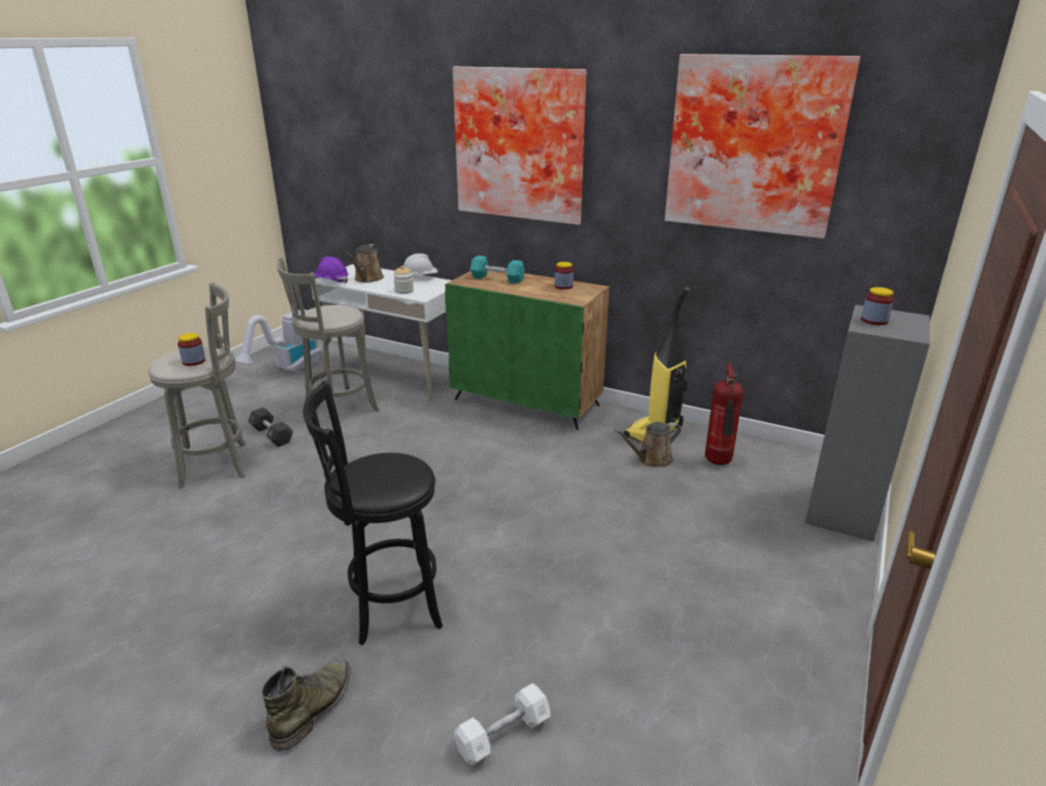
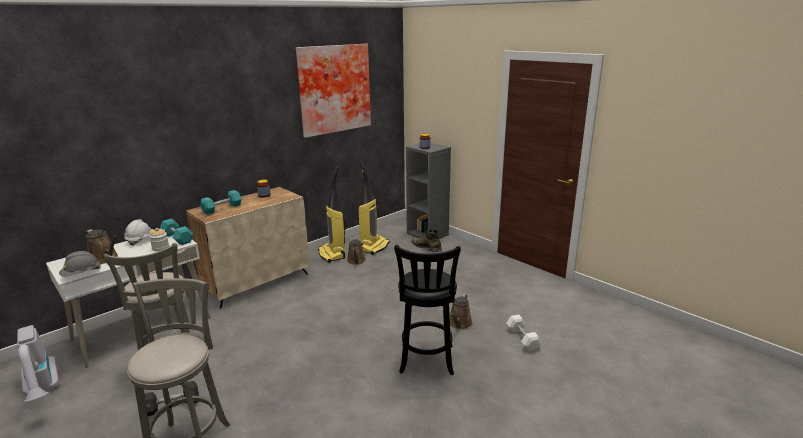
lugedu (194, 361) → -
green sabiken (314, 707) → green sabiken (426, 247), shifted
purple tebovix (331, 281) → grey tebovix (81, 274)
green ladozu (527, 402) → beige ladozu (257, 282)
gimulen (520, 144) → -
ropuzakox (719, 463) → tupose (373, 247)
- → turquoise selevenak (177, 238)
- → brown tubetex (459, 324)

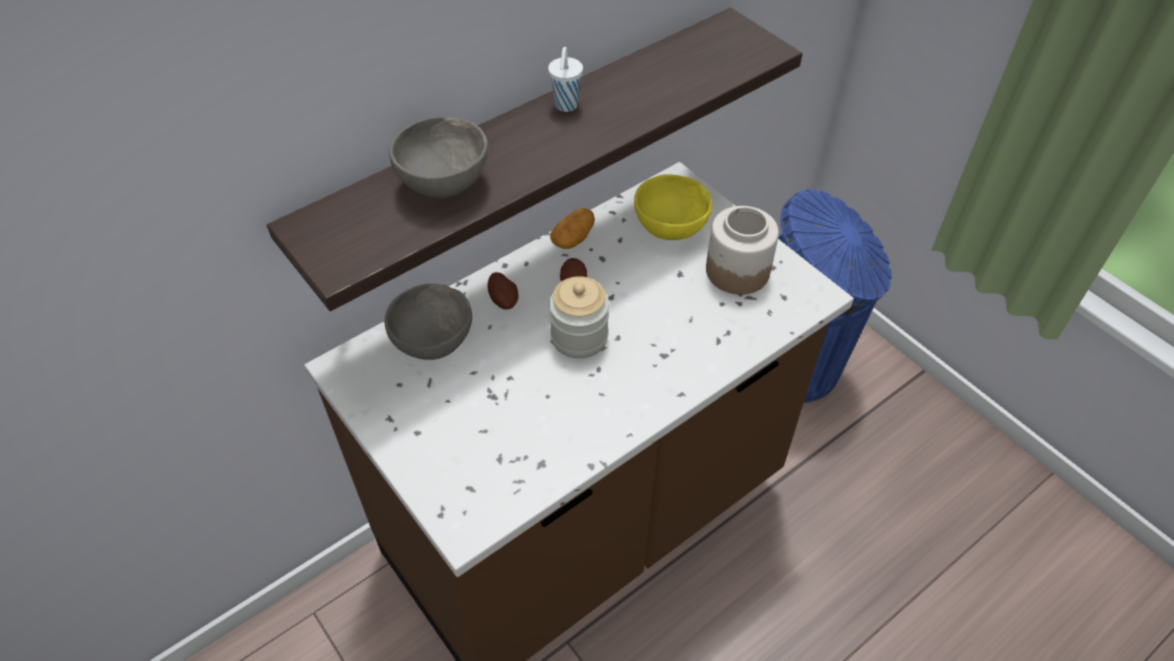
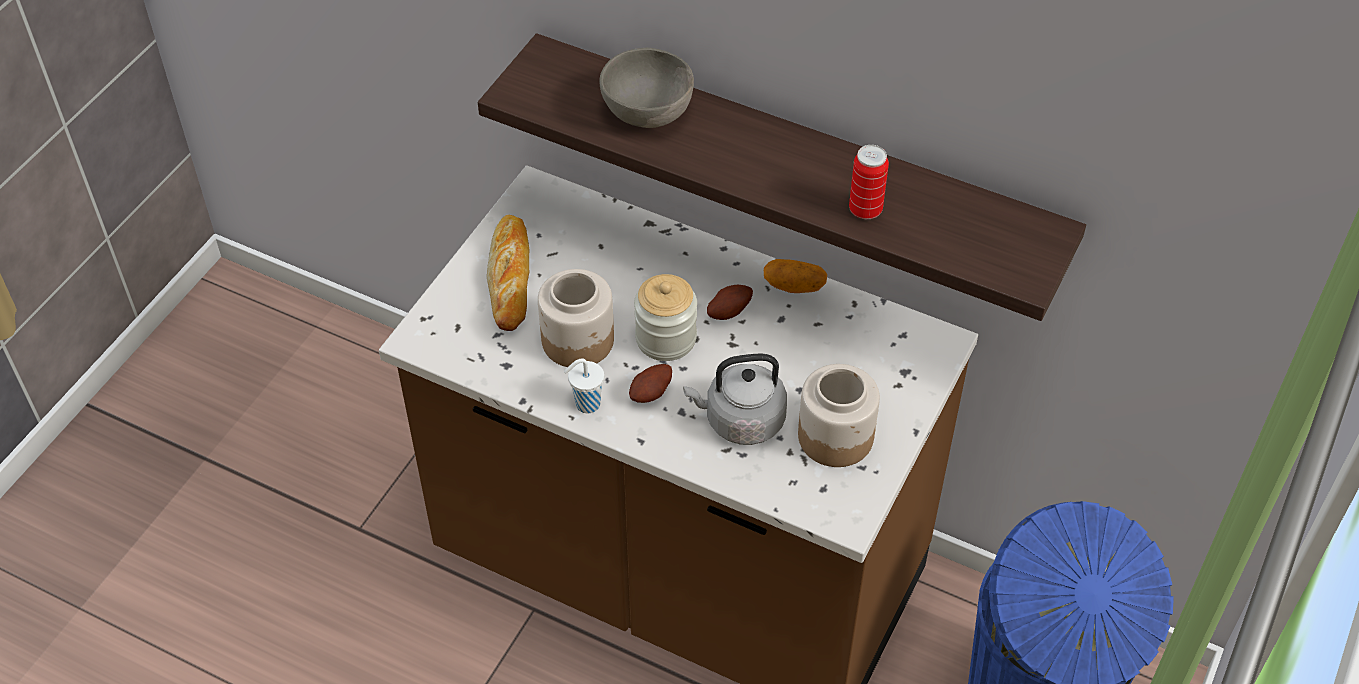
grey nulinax (435, 342) → -
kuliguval (504, 299) → kuliguval (652, 393), shifted
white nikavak (566, 106) → white nikavak (586, 404), shifted
yellow nulinax (671, 229) → -
- → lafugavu (510, 277)
- → lugedu (578, 341)
- → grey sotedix (740, 421)
- → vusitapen (865, 210)

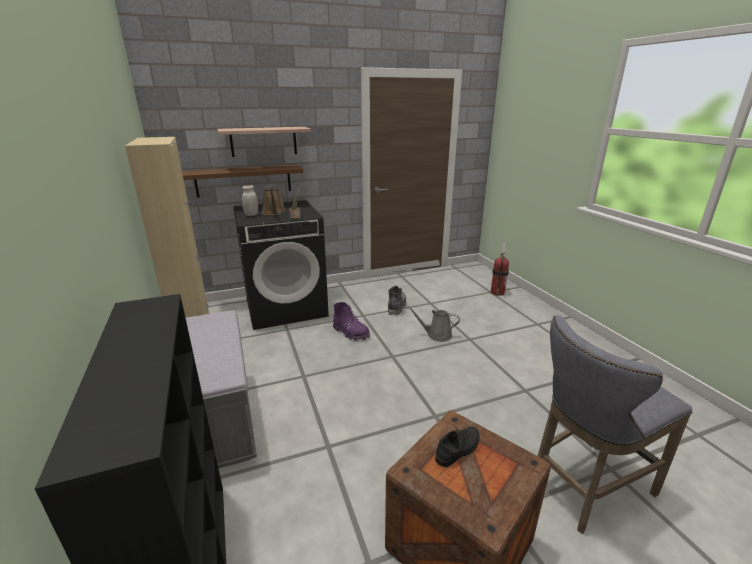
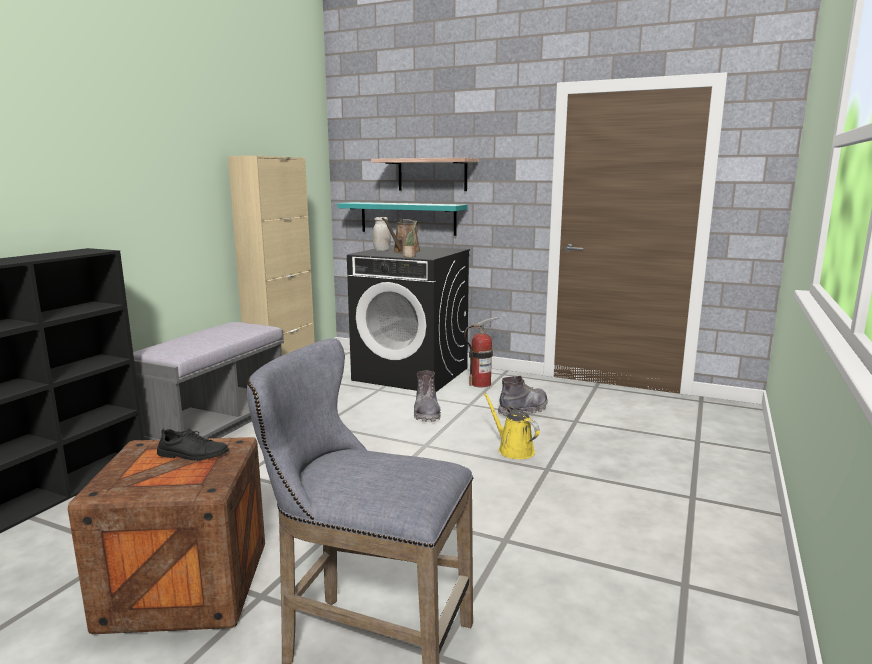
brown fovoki (244, 181) → turquoise fovoki (407, 218)
purple sabiken (351, 333) → grey sabiken (426, 413)
grey tubetex (436, 335) → yellow tubetex (513, 450)
ropuzakox (497, 292) → ropuzakox (481, 384), shifted

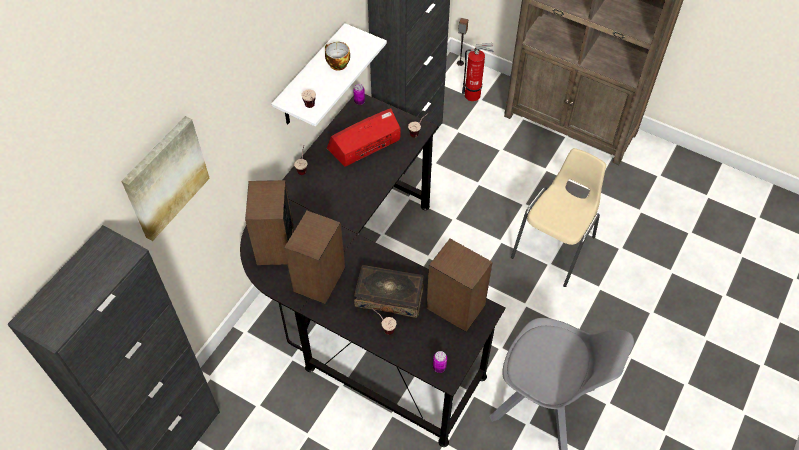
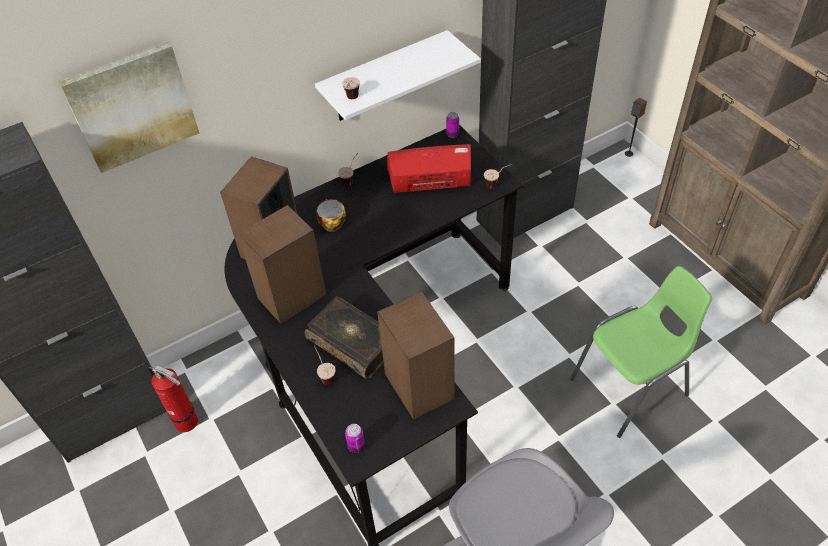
nikavak (336, 64) → nikavak (331, 223), shifted
ropuzakox (474, 95) → ropuzakox (188, 423), shifted
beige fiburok (555, 247) → green fiburok (631, 388)

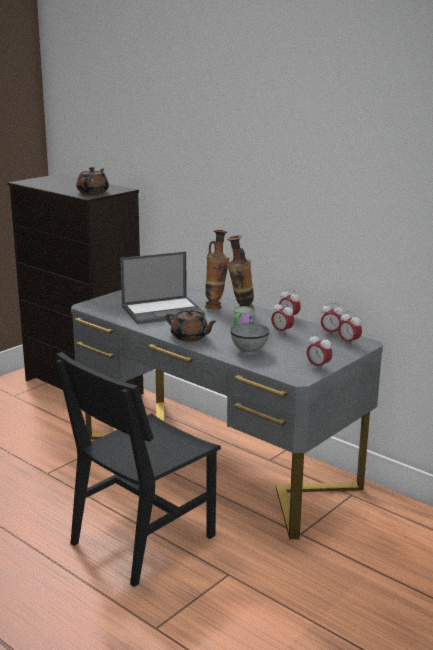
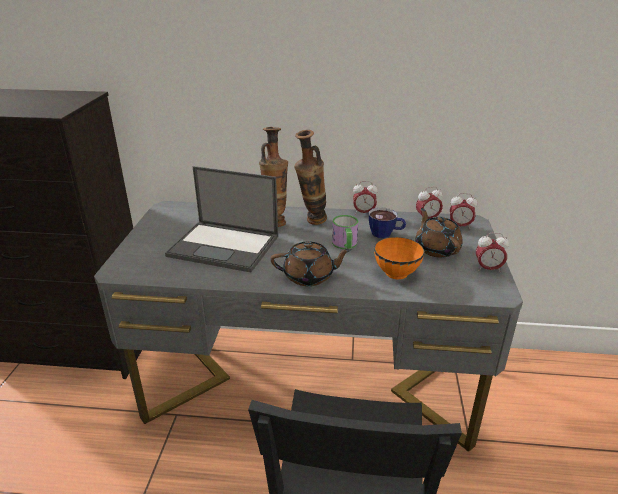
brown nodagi (93, 192) → brown nodagi (436, 248), shifted
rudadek (163, 311) → rudadek (225, 246), 75 degrees clockwise
grey nulinax (249, 350) → orange nulinax (396, 272)
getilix (282, 332) → nikavak (386, 234)

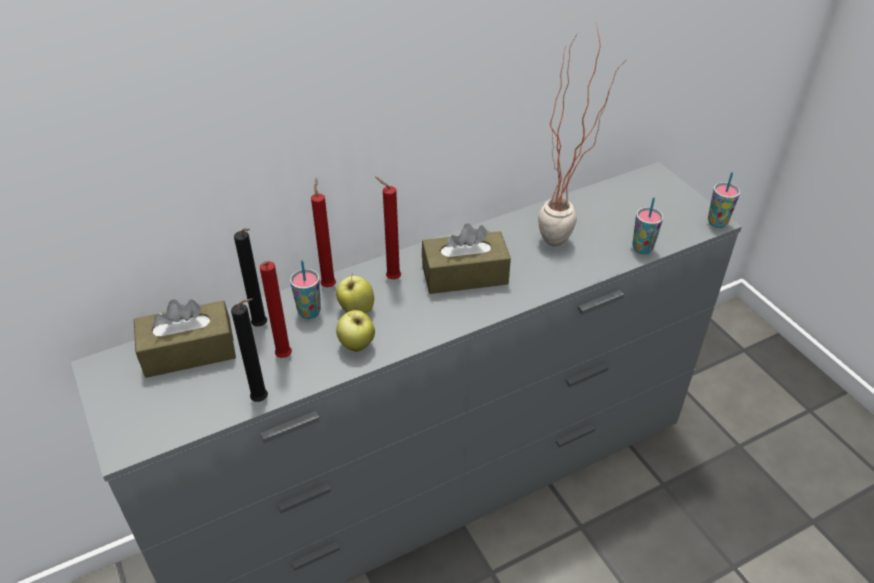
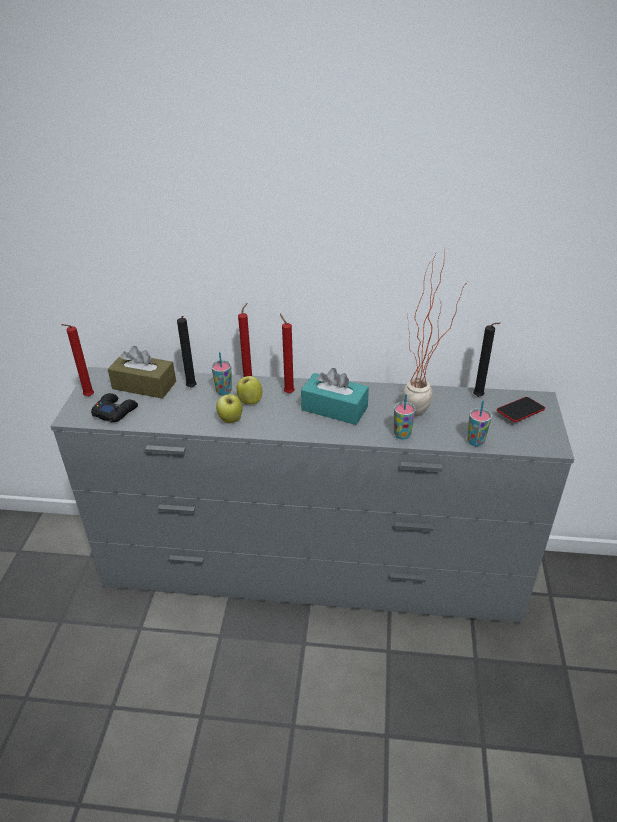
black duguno (262, 400) → black duguno (479, 397), shifted
red duguno (283, 358) → red duguno (87, 397), shifted
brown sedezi (465, 275) → turquoise sedezi (334, 408)
nikavak (717, 222) → nikavak (402, 435), shifted
- → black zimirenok (115, 411)
- → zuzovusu (520, 412)

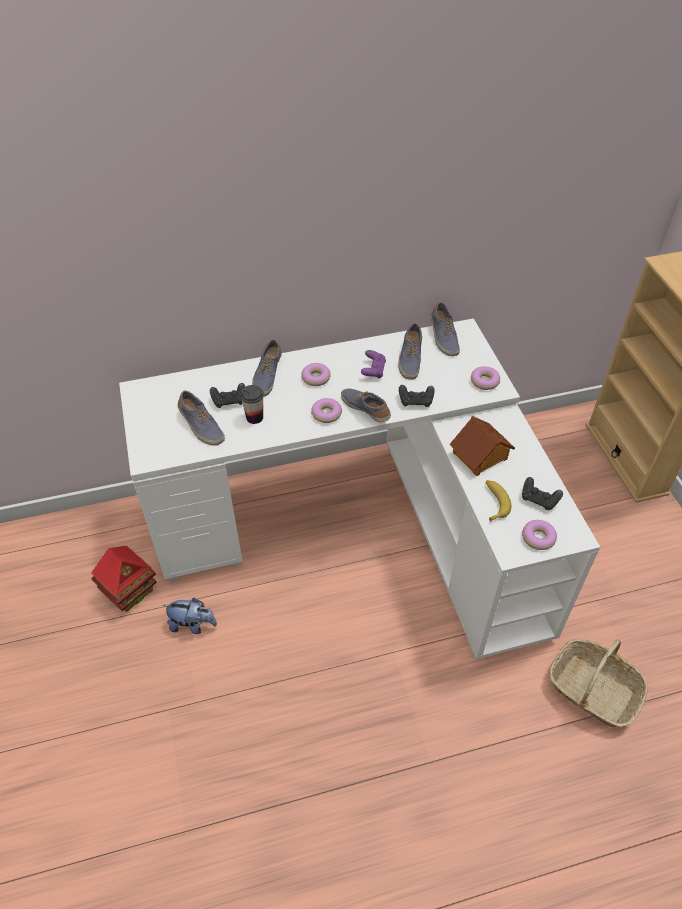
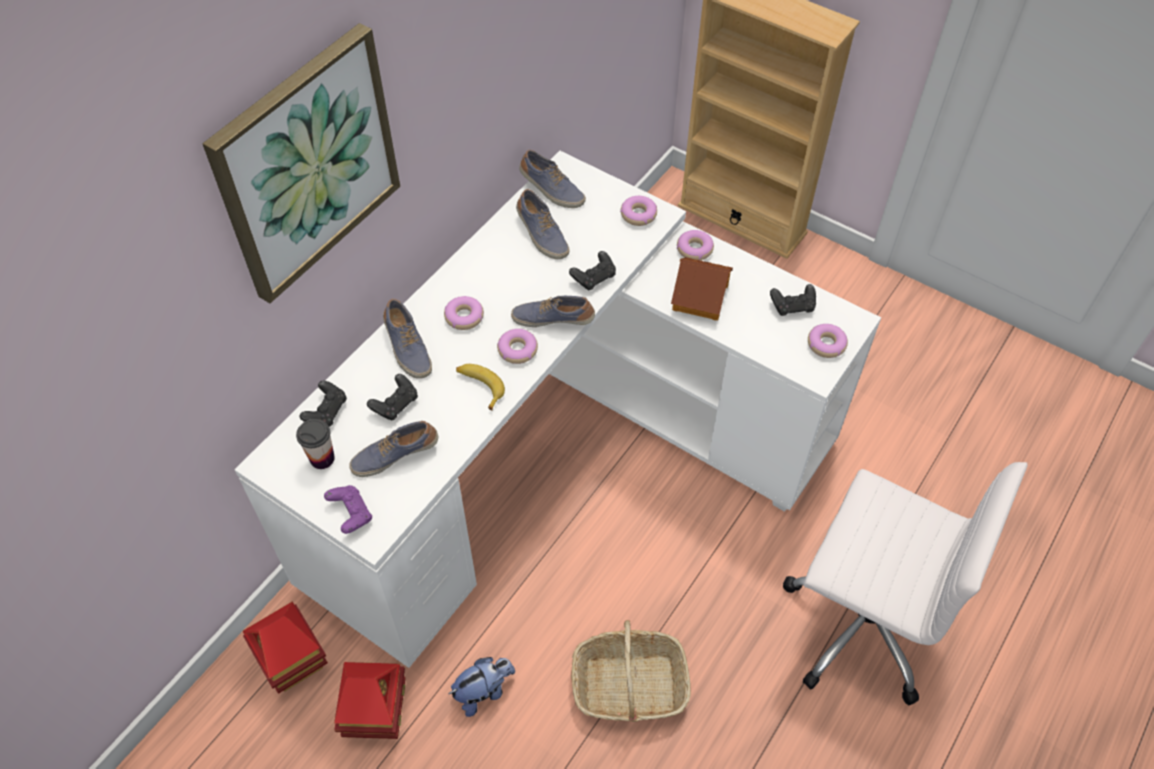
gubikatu (201, 426) → gubikatu (395, 455), 150 degrees clockwise
nikavak (254, 417) → nikavak (322, 458), shifted
purple zimirenok (373, 370) → purple zimirenok (351, 514), shifted
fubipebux (494, 502) → fubipebux (479, 387), shifted
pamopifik (592, 690) → pamopifik (629, 686), shifted
- → gimulen (307, 164)
- → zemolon (293, 661)
- → black zimirenok (326, 411)
- → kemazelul (694, 249)
- → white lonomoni (860, 621)

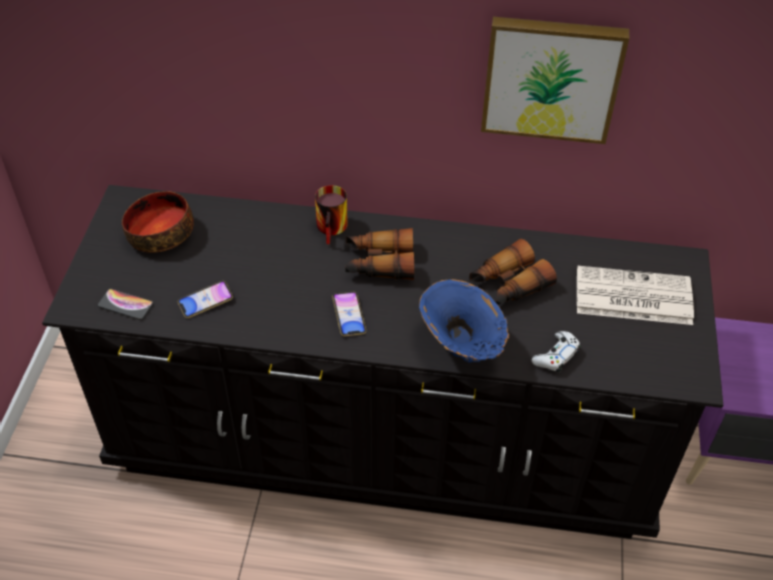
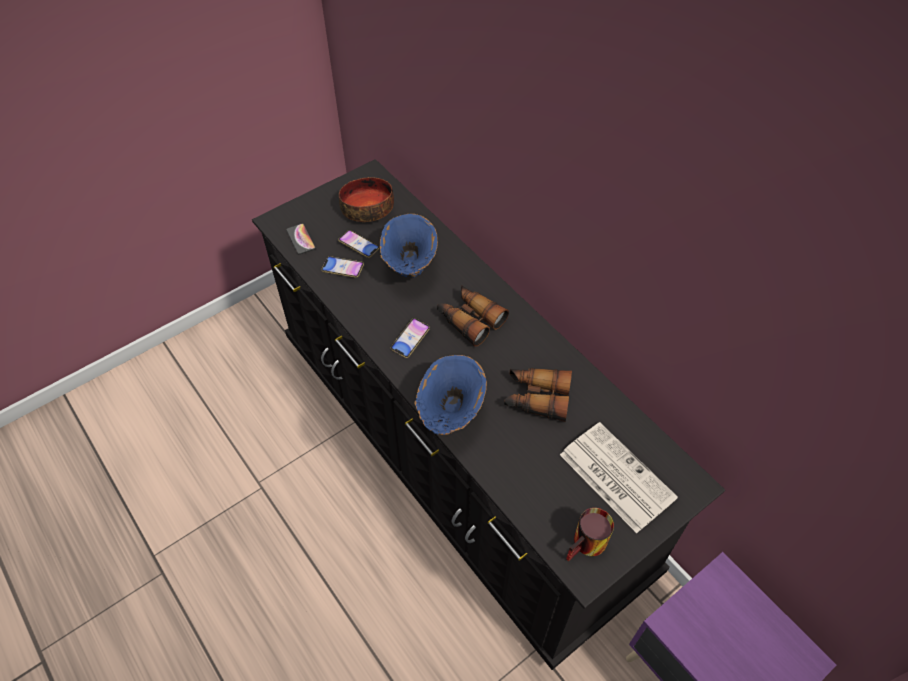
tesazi (334, 228) → tesazi (588, 546), shifted
gimulen (551, 77) → -
white zimirenok (556, 356) → -
- → zuzovusu (359, 246)
- → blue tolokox (409, 269)

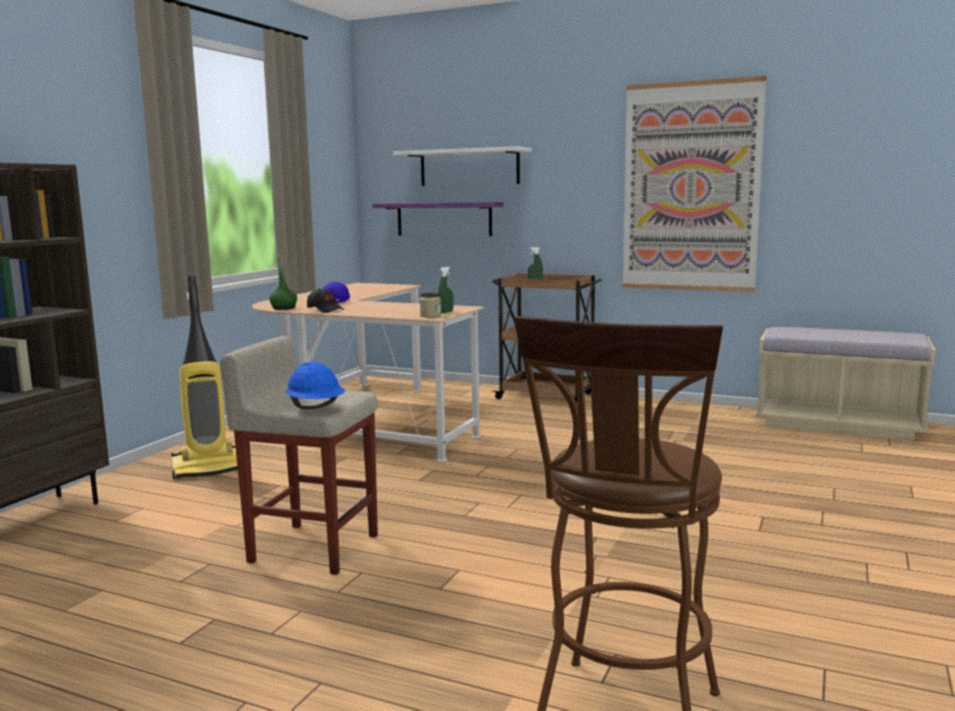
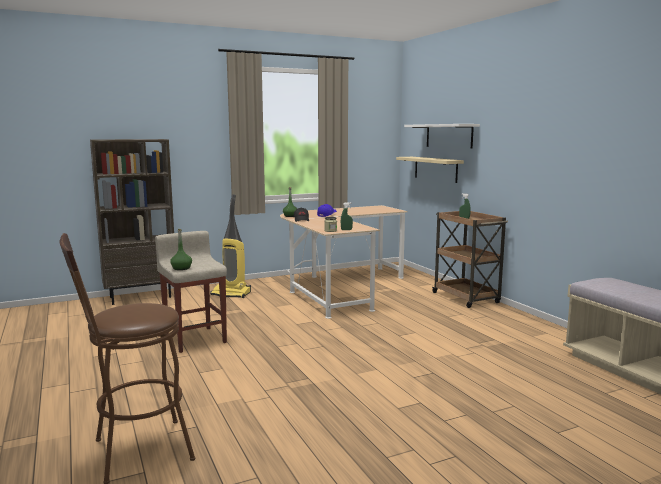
blue tebovix (316, 408) → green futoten (181, 268)
purple fovoki (444, 219) → beige fovoki (435, 169)
gimulen (690, 187) → -

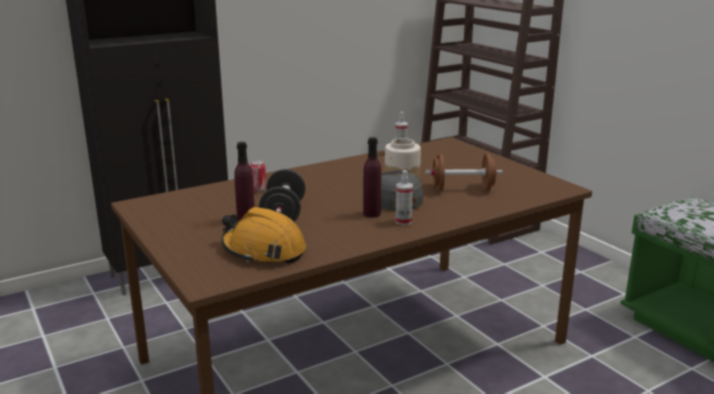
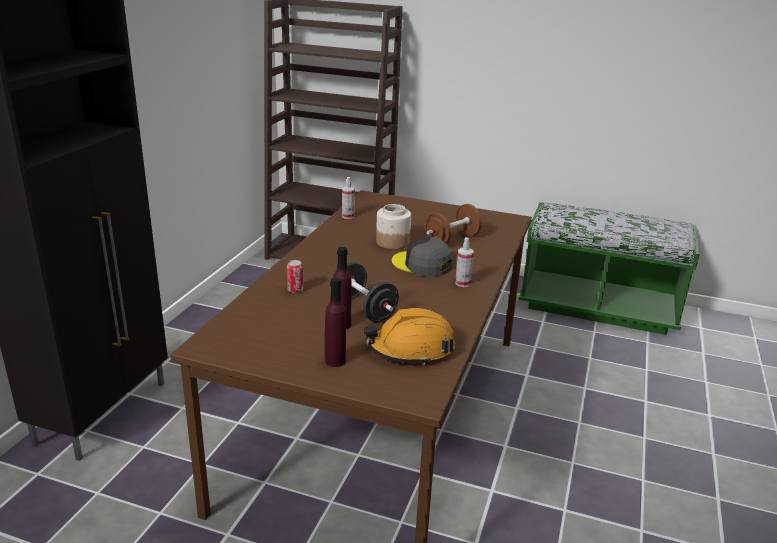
purple futoten (372, 214) → purple futoten (335, 361), shifted

